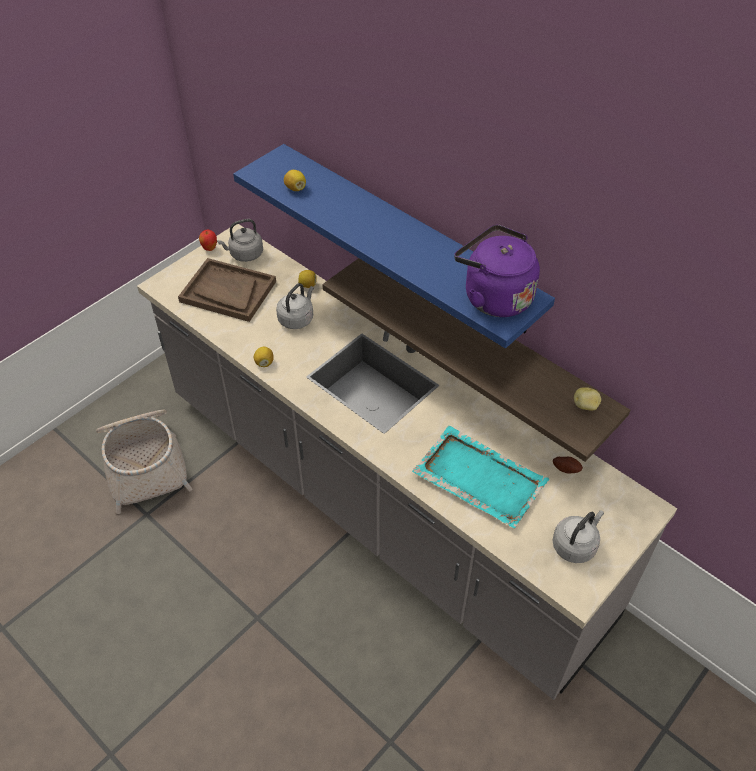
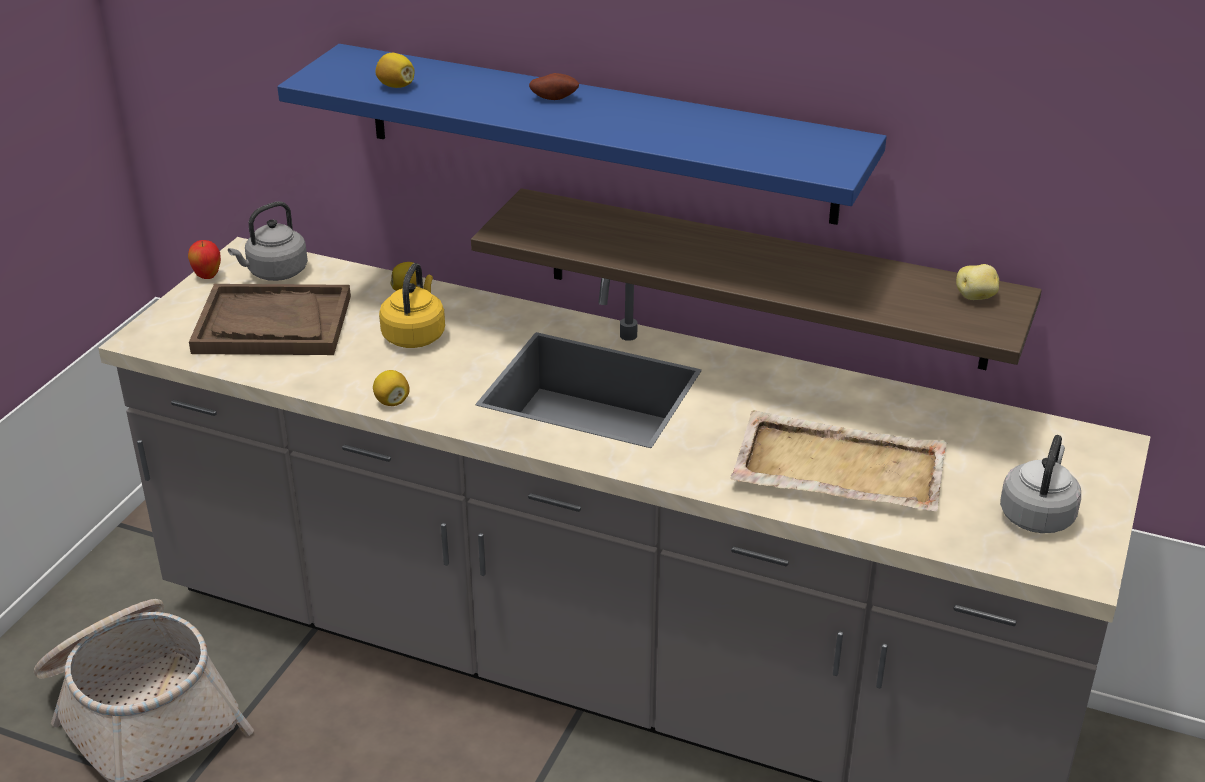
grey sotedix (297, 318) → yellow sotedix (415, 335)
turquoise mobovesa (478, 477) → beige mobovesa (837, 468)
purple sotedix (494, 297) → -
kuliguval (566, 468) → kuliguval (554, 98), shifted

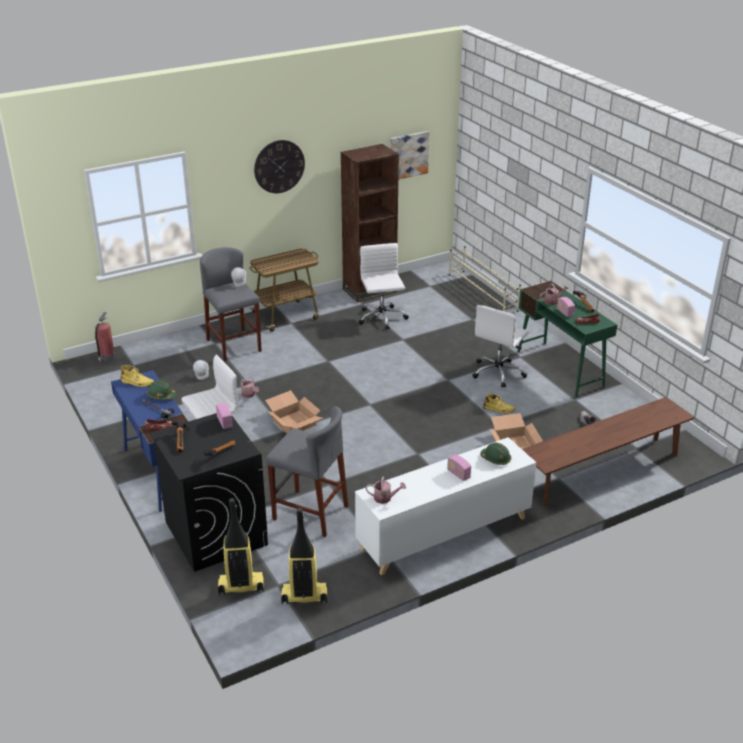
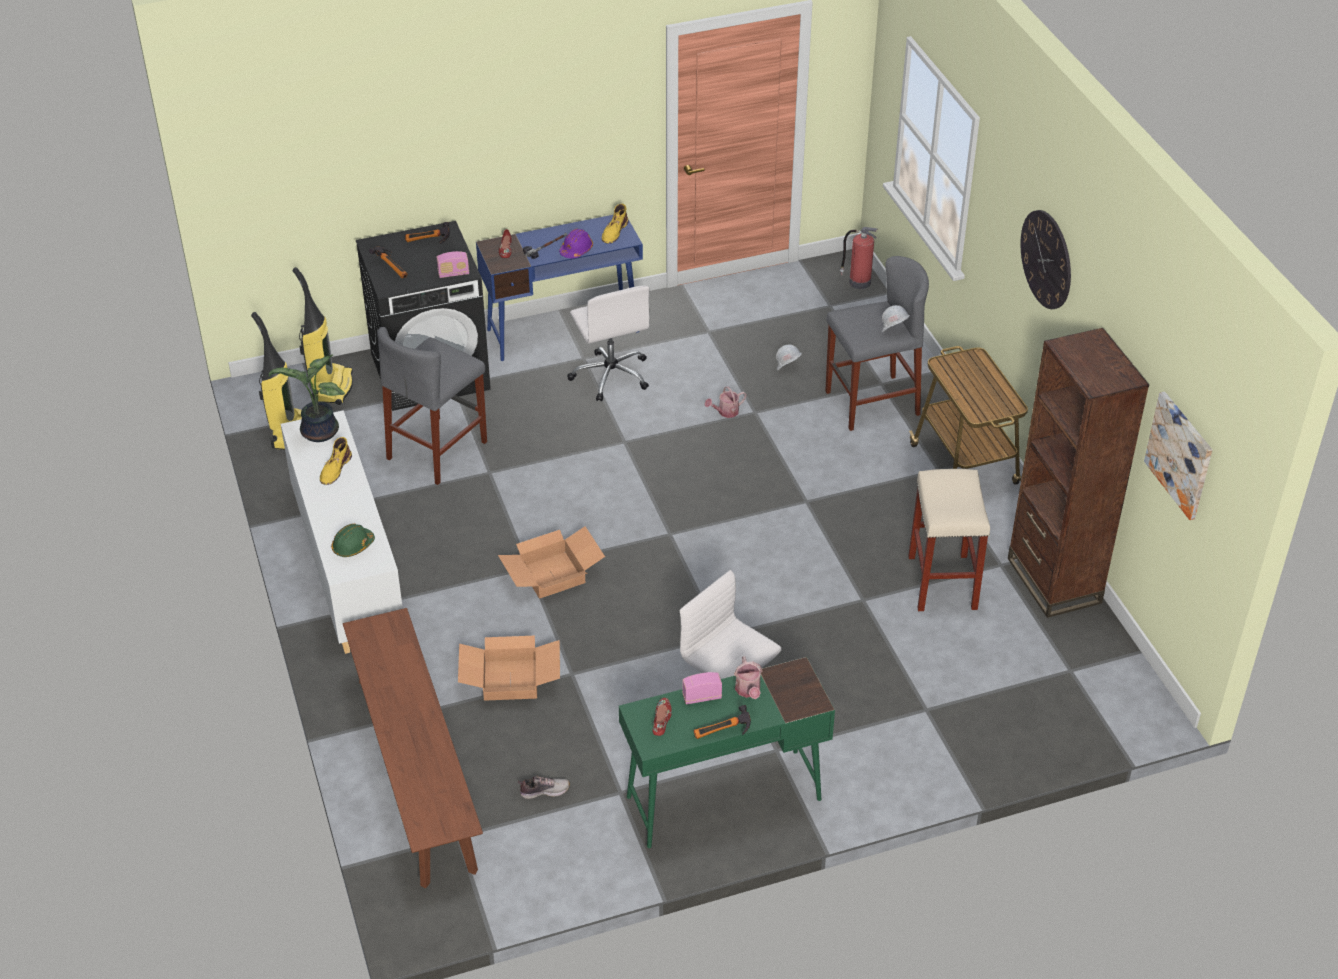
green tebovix (161, 396) → purple tebovix (576, 250)
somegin (293, 423) → somegin (553, 574), shifted
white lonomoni (382, 318) → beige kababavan (943, 583)
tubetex (385, 498) → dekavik (318, 433)
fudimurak (458, 474) → -
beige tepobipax (482, 293) → -
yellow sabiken (499, 409) → yellow sabiken (335, 469), shifted

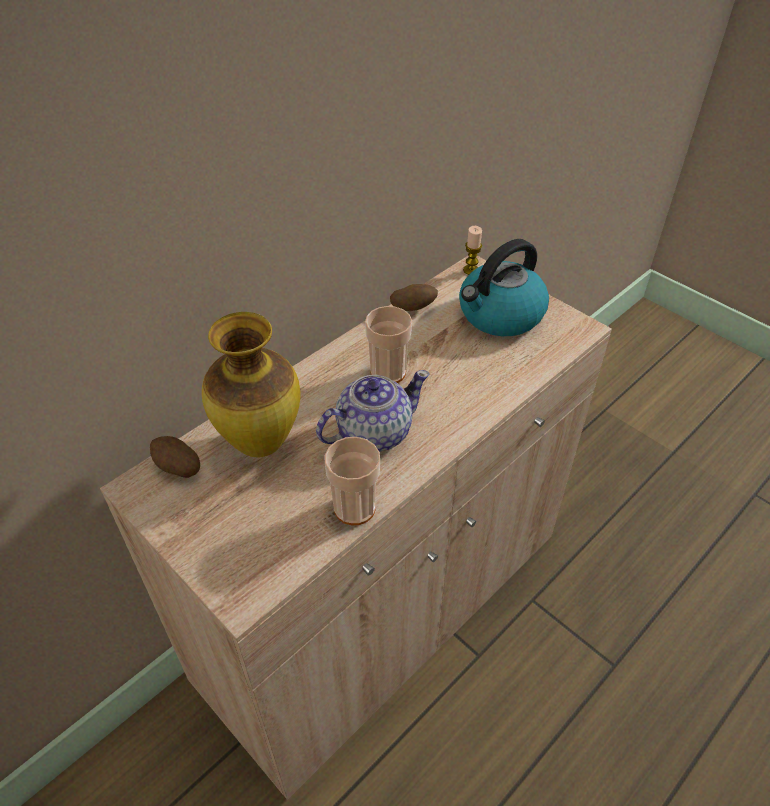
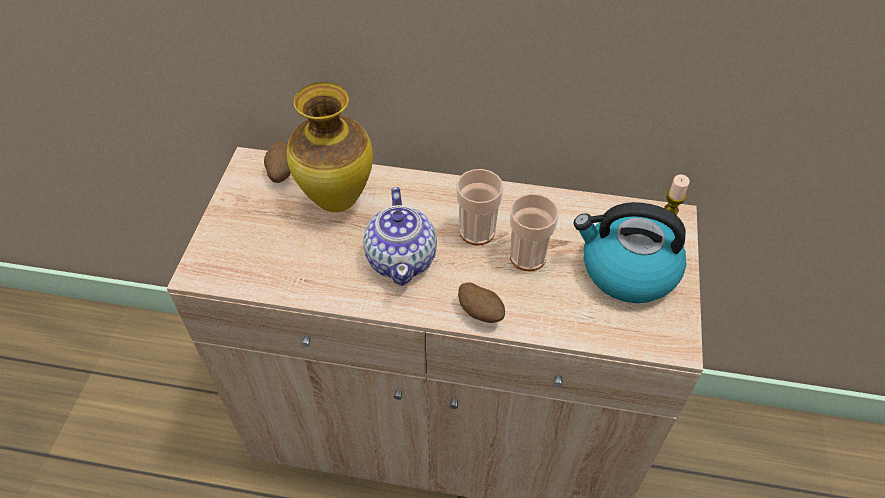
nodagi (373, 432) → nodagi (402, 259), 60 degrees clockwise
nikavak (354, 508) → nikavak (528, 257), shifted
kuliguval (413, 308) → kuliguval (480, 313), shifted

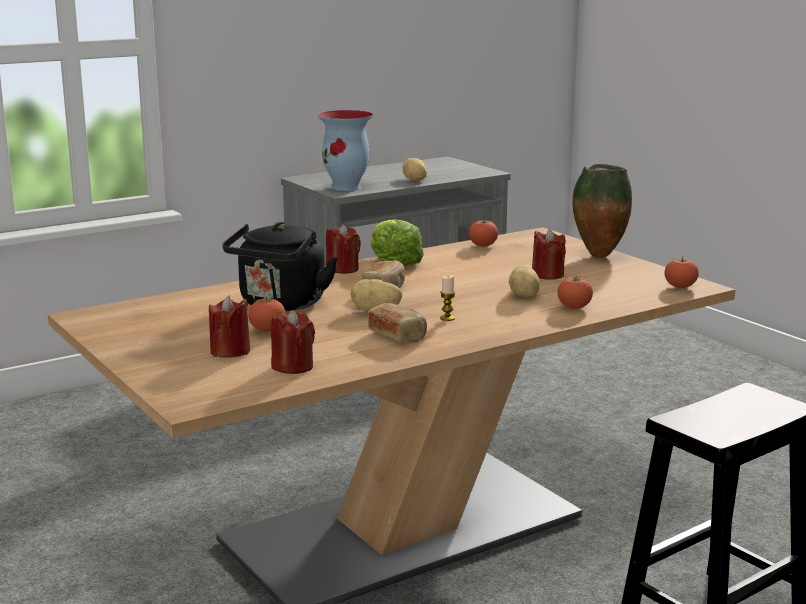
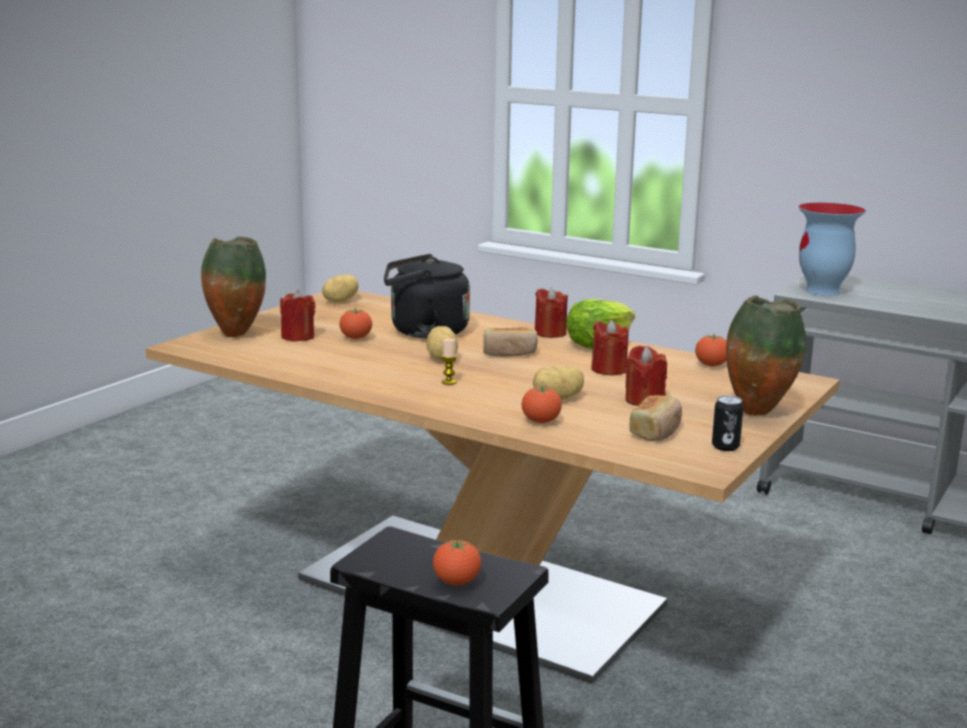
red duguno (292, 367) → red duguno (609, 369), shifted
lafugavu (398, 335) → lafugavu (656, 431), shifted
kuliguval (414, 180) → kuliguval (339, 301), shifted
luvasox (680, 287) → luvasox (456, 582), shifted
- → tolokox (236, 334)
- → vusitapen (725, 446)

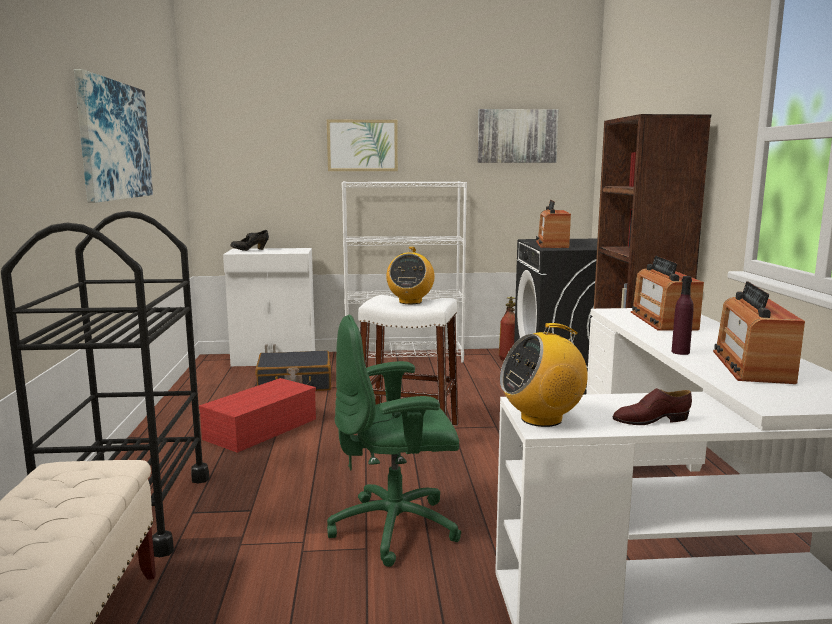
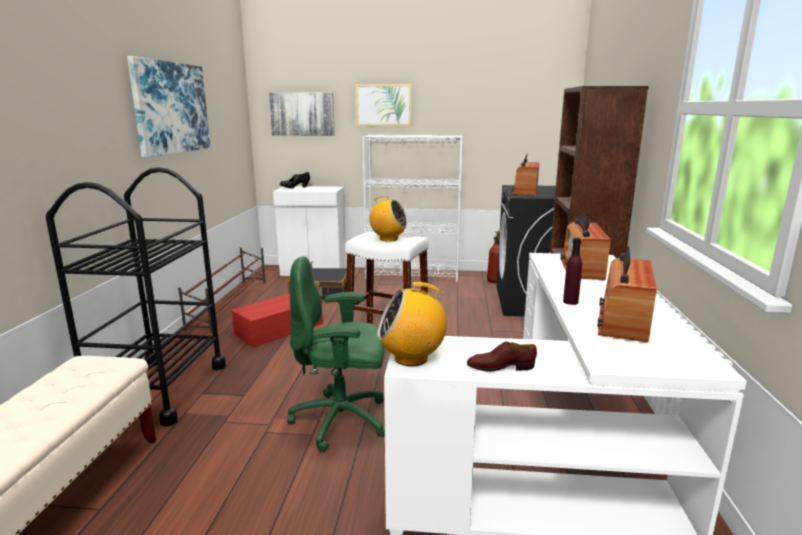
fudimurak (410, 302) → fudimurak (388, 239), 90 degrees counterclockwise
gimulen (517, 136) → gimulen (302, 114), shifted
- → brown tepobipax (230, 304)

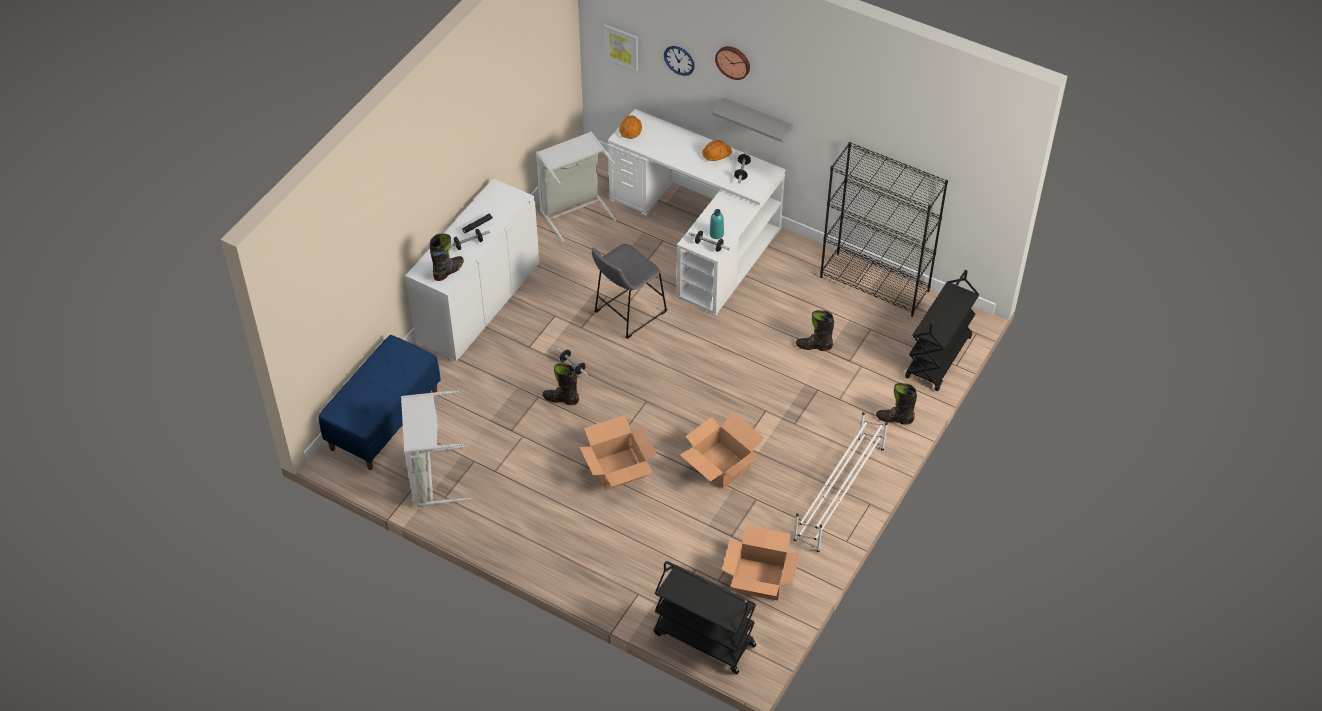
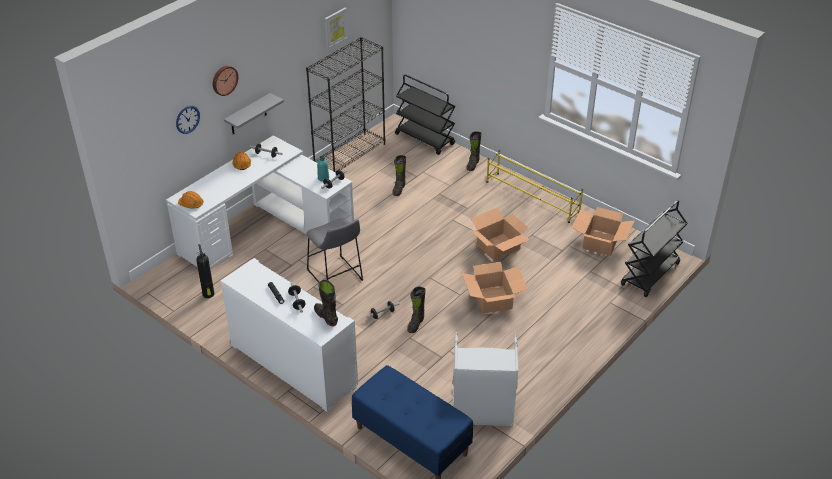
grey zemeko (574, 211) → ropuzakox (208, 295)
gimulen (621, 47) → gimulen (335, 28), shifted
white tepobipax (838, 494) → yellow tepobipax (532, 197)

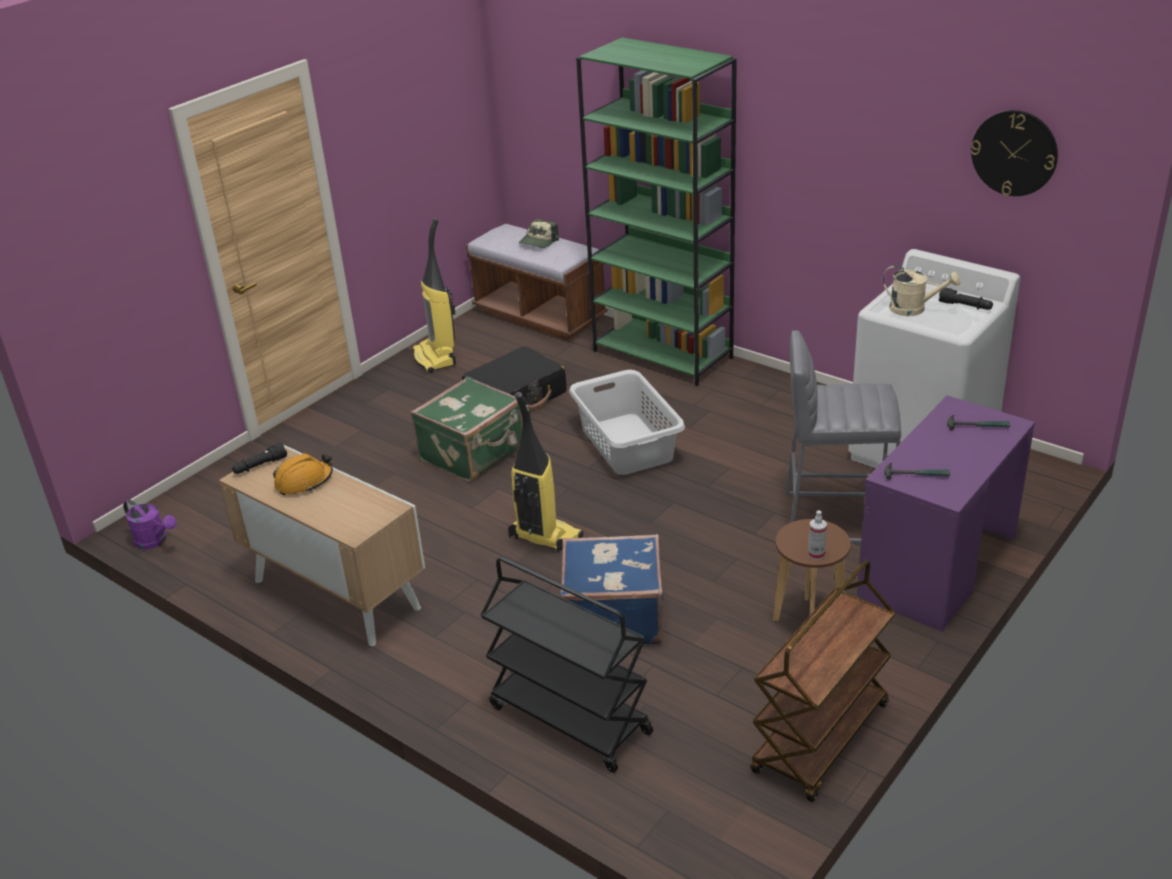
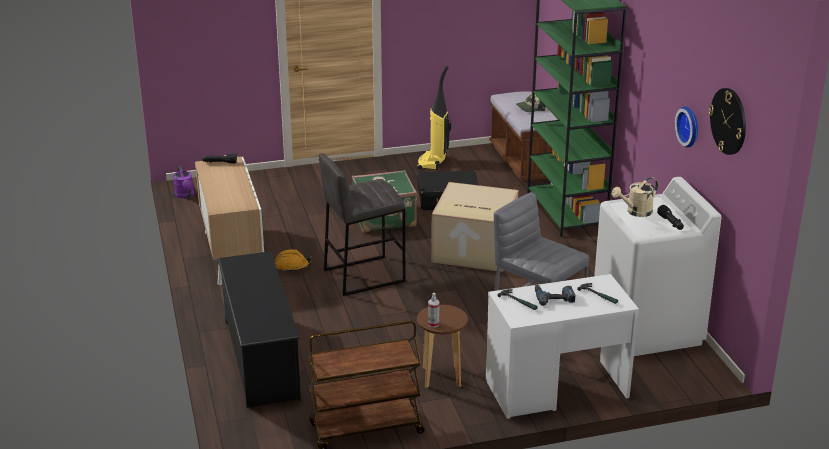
orange tebovix (304, 481) → orange tebovix (292, 266), shifted
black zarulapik (568, 719) → black tepobipax (261, 358)
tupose (544, 538) → grey kababavan (363, 275)
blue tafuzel (612, 616) → -
grey zemeko (626, 444) → somegin (473, 250)
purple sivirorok (938, 566) → white sivirorok (556, 389)
beige tubetex (914, 309) → beige tubetex (635, 212), 90 degrees clockwise
- → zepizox (553, 297)
- → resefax (690, 126)

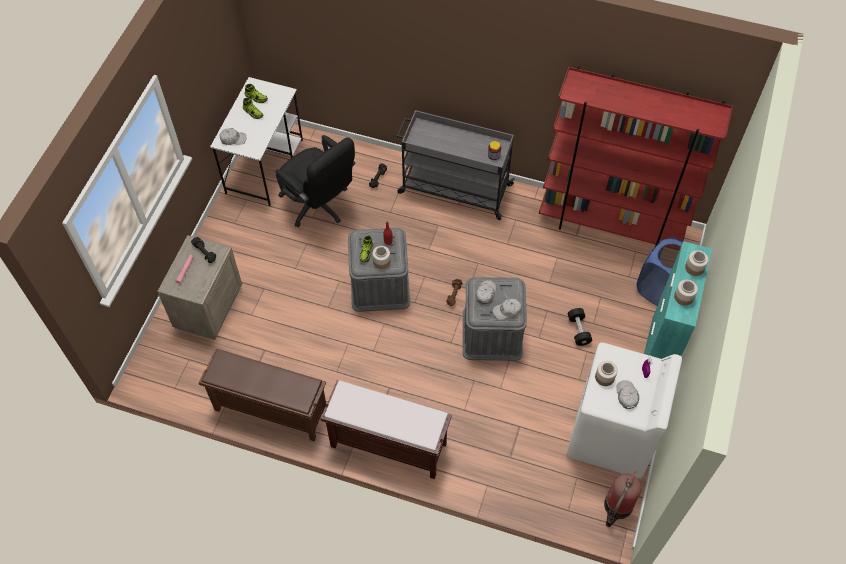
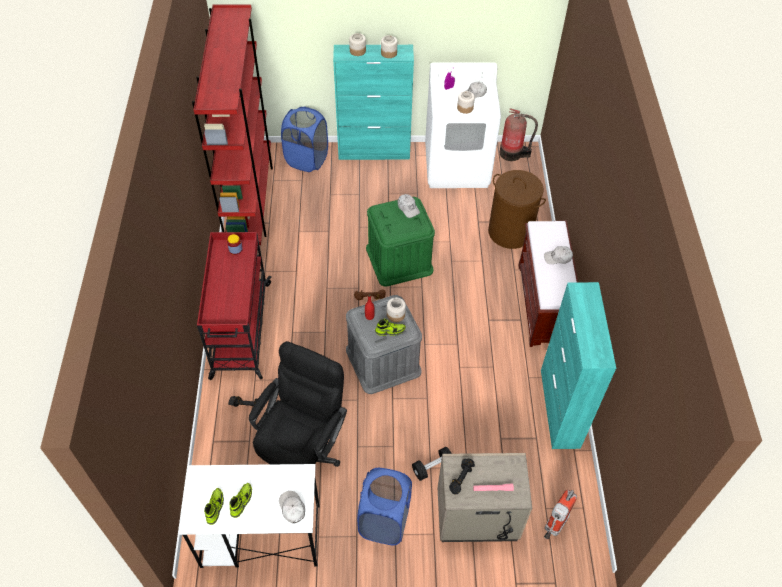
brown tepobipax (269, 410) → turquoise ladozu (559, 408)
grey zarulapik (454, 188) → red zarulapik (240, 331)
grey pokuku (492, 333) → green pokuku (399, 259)
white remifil (485, 293) → white remifil (558, 258), shifted
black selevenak (578, 330) → black selevenak (432, 467), shifted
- → blue zemeko (384, 521)
- → brown zemeko (510, 232)
- → ropuzakox (553, 527)

